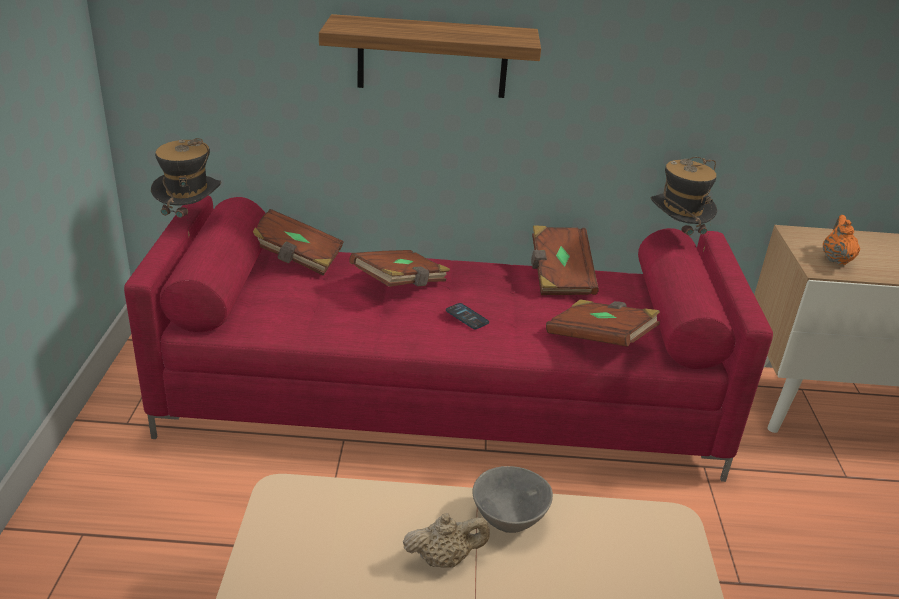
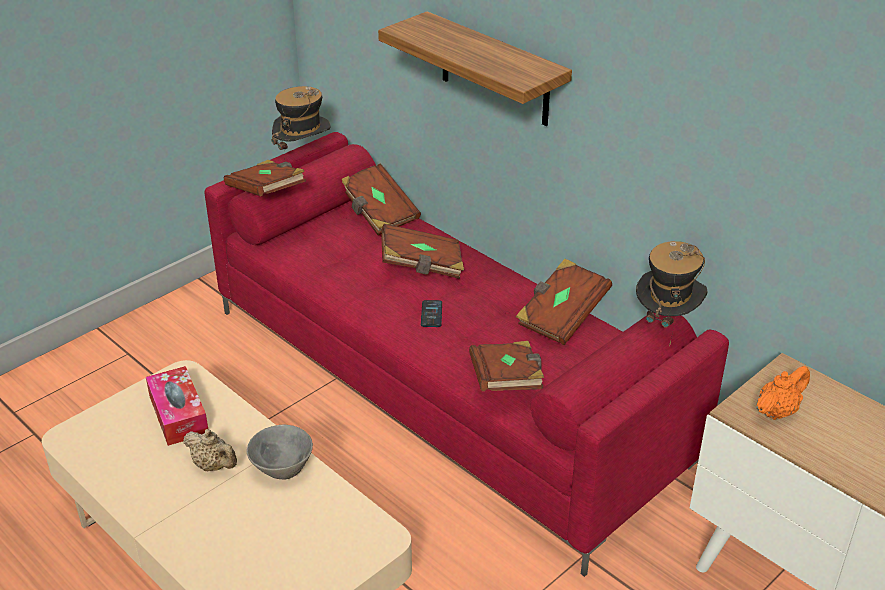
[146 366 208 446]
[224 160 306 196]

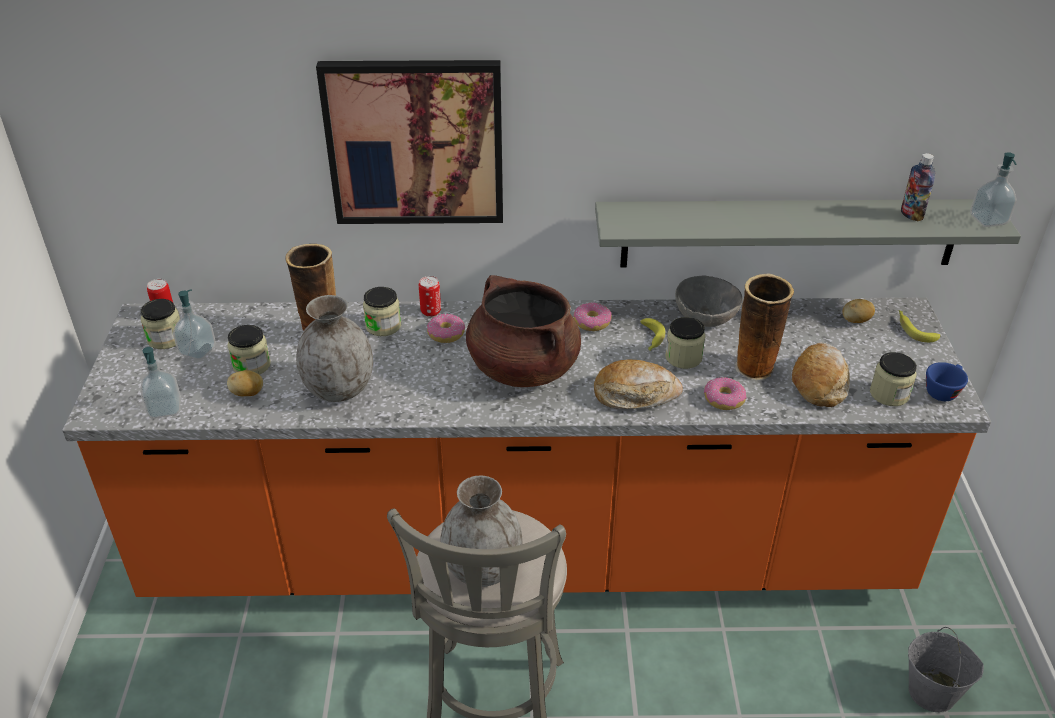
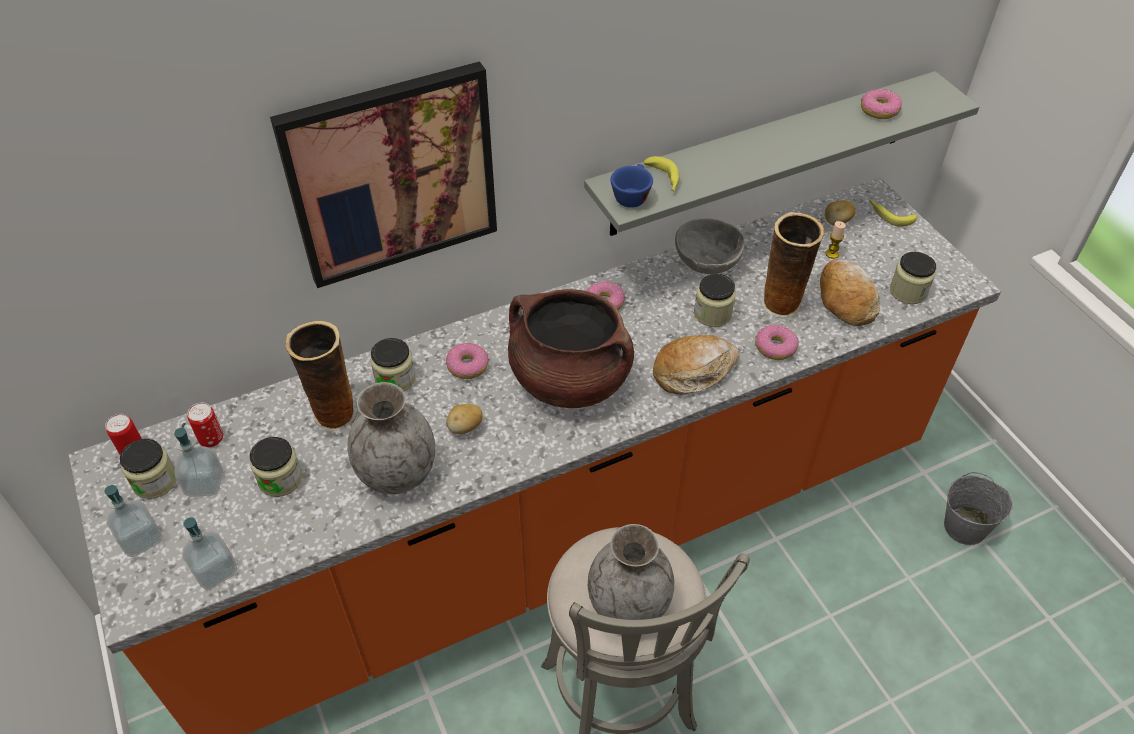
[446 404 483 434]
[187 403 223 447]
[644 156 680 192]
[861 89 902 119]
[611 164 653 208]
[104 485 162 557]
[826 221 846 259]

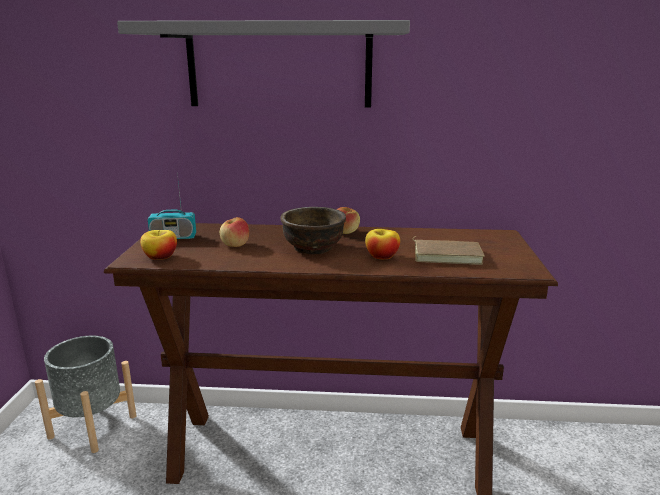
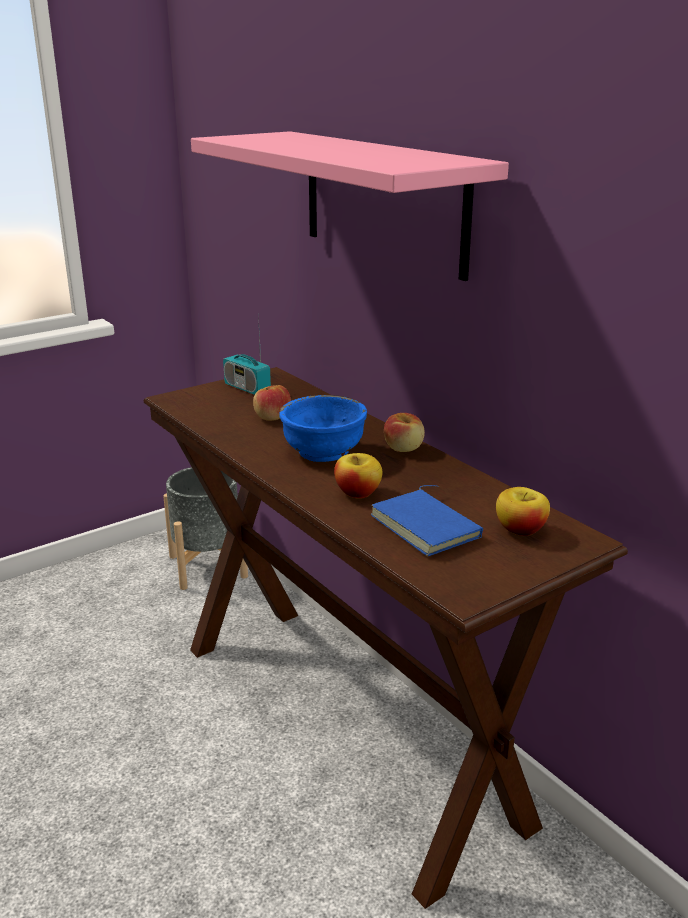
[191 131 509 281]
[496 487 550 536]
[279 395 367 462]
[371 485 483 556]

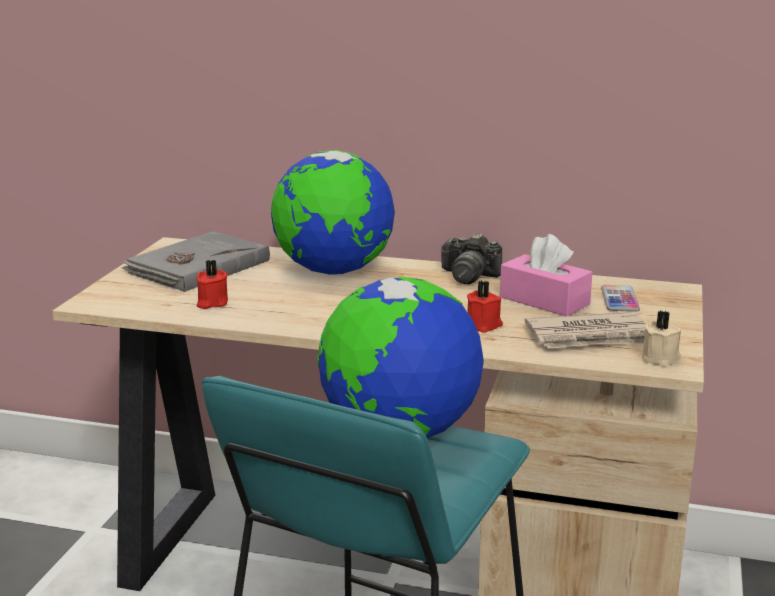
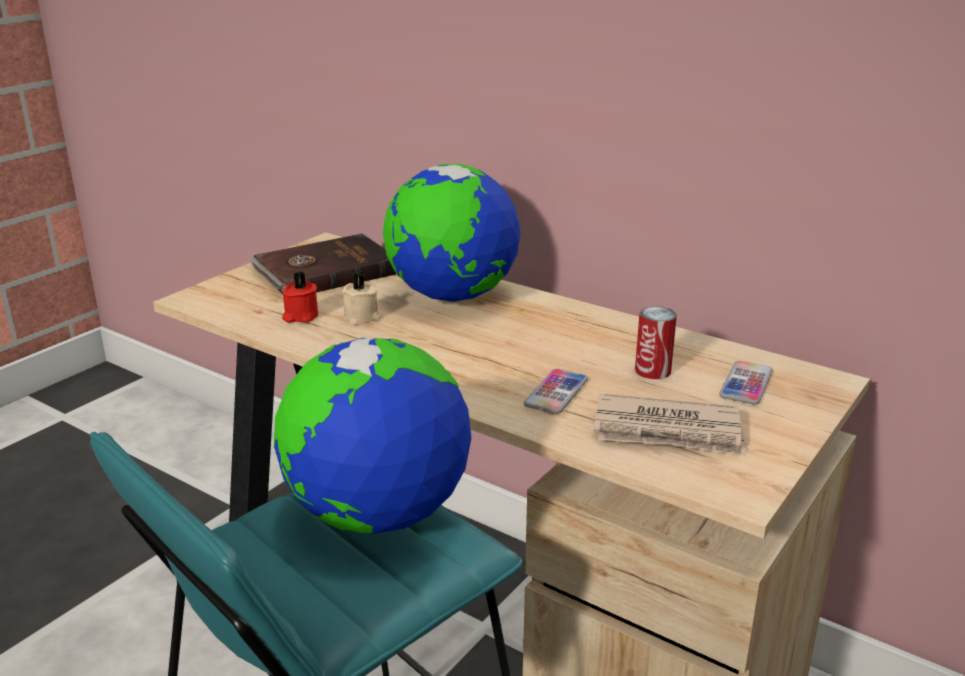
[250 234 396 294]
[440 233 502 284] (first image)
[524 369 588 414]
[635 306 677 379]
[342 273 382 325]

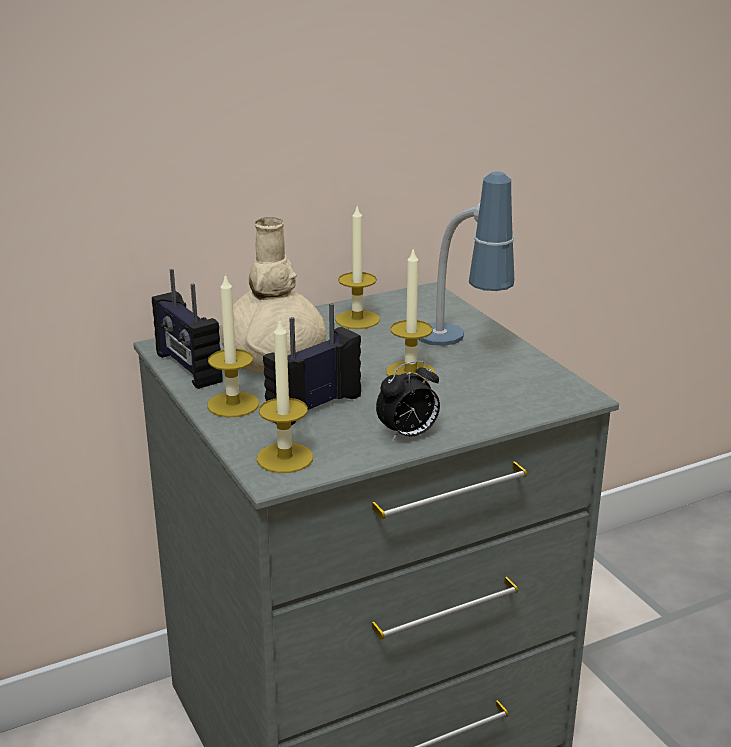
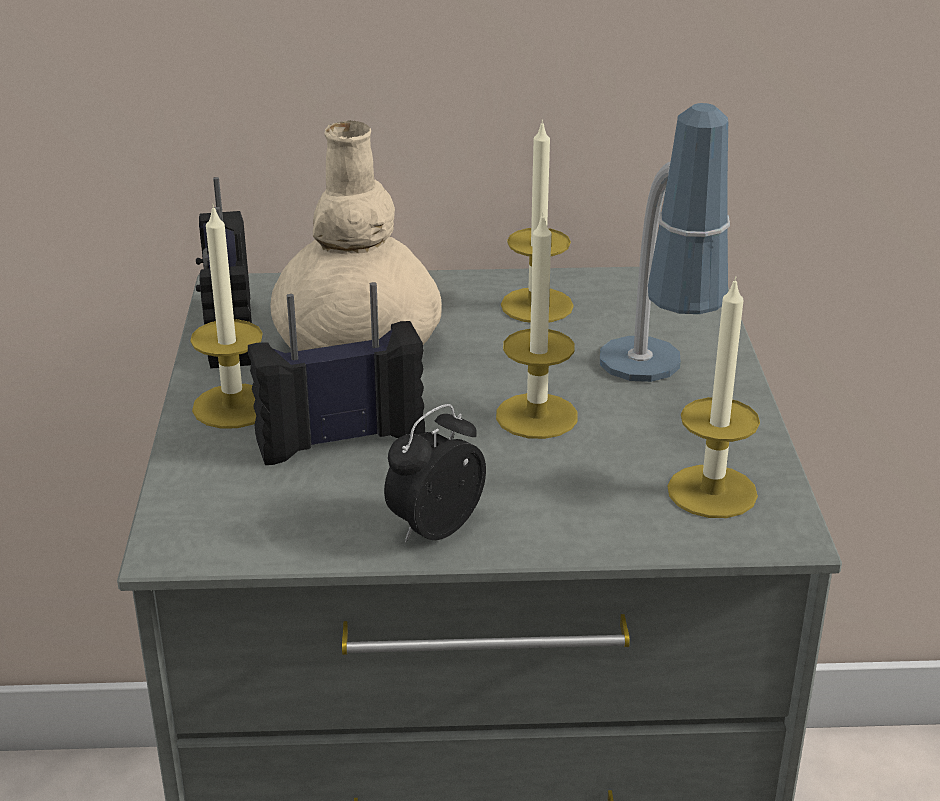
[668 276 760 518]
[384 404 486 542]

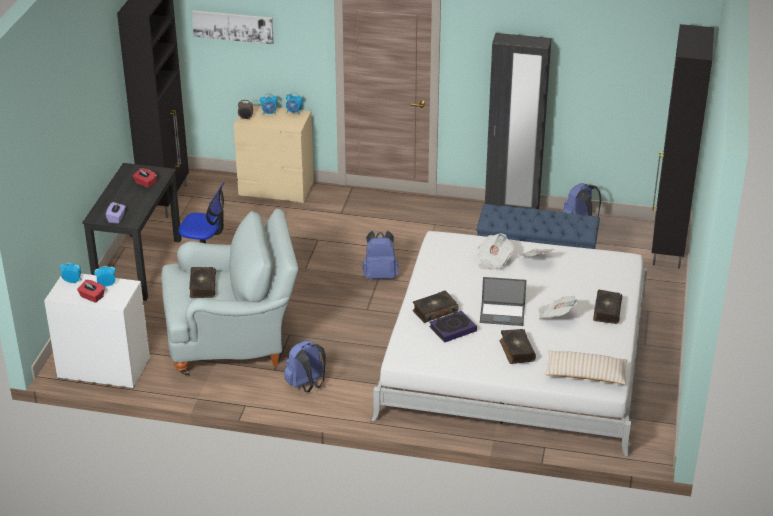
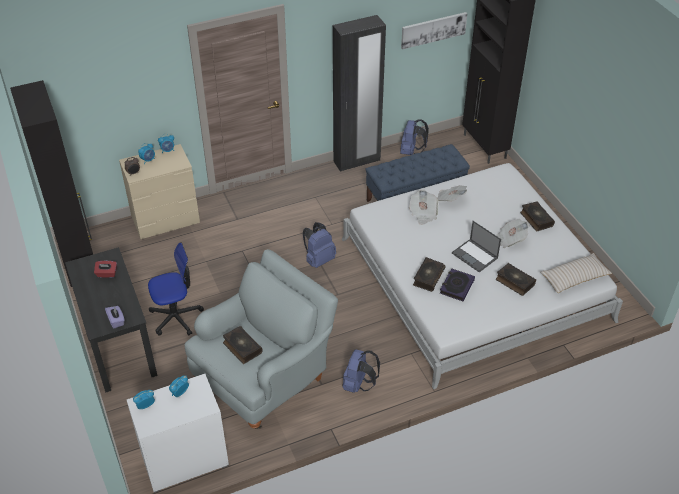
[77 280 105 303] (first image)
[401 12 467 49]
[452 221 501 272]

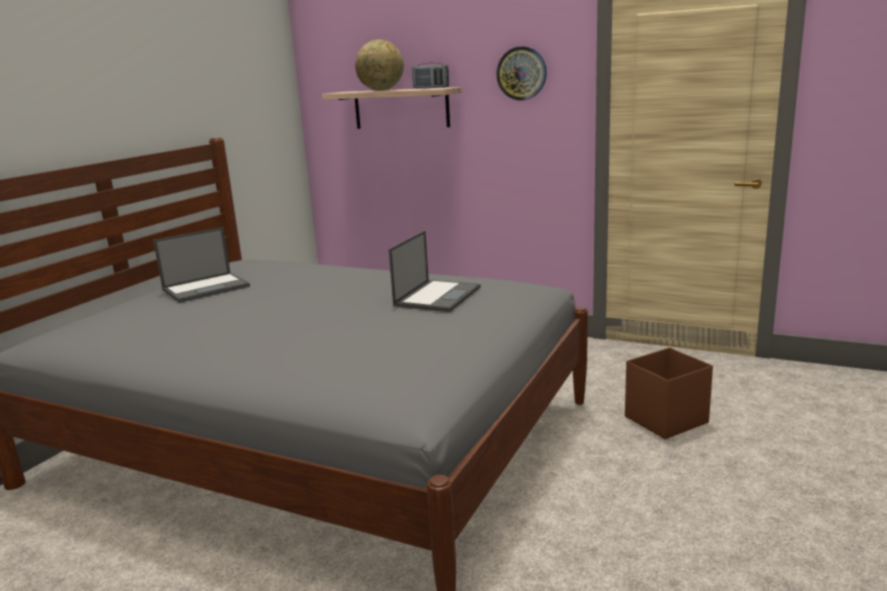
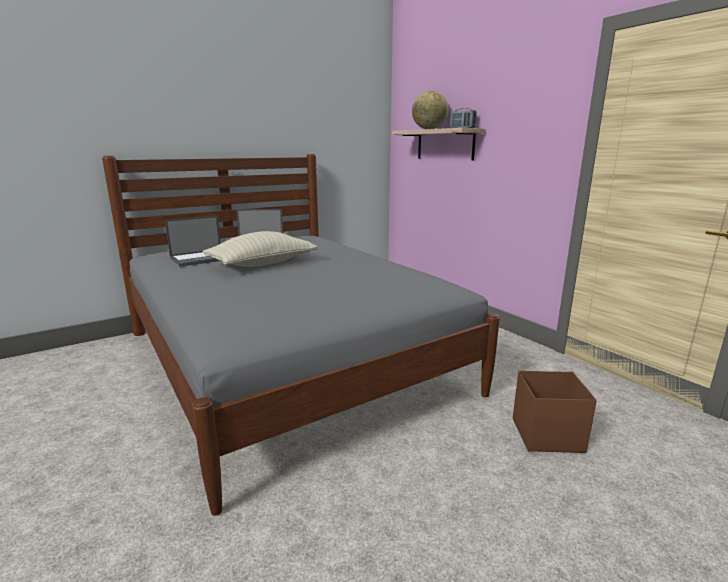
[165 216 221 267]
[496 46 547 100] (first image)
[203 231 318 267]

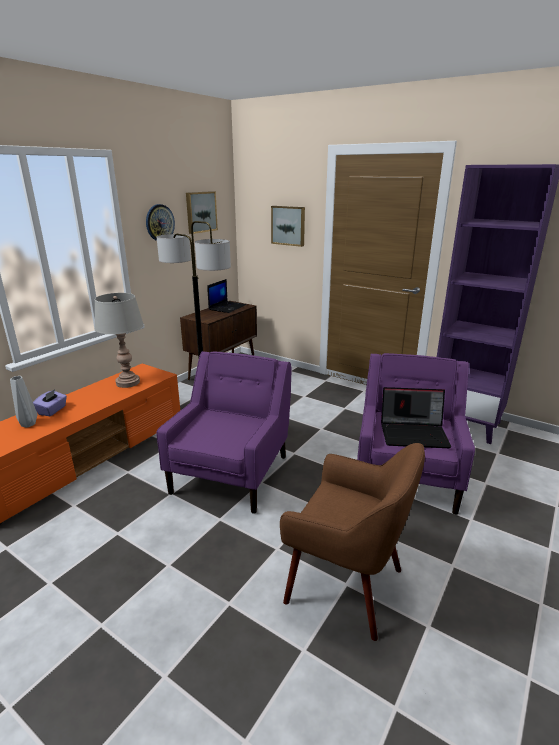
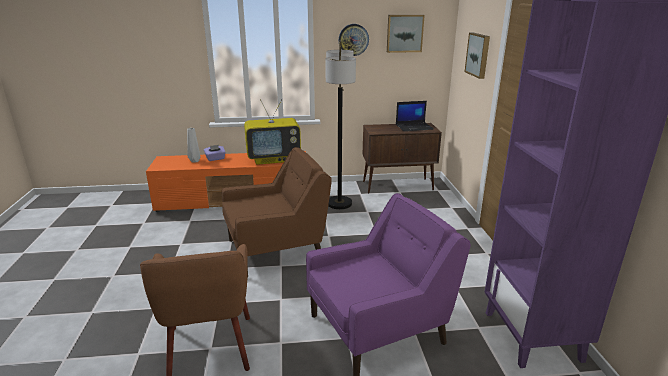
[244 99 301 165]
[222 147 332 278]
[381 387 451 448] (first image)

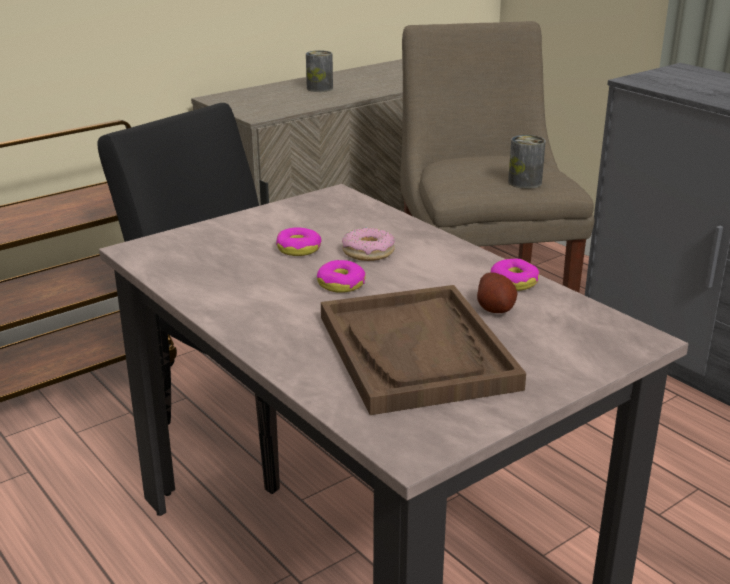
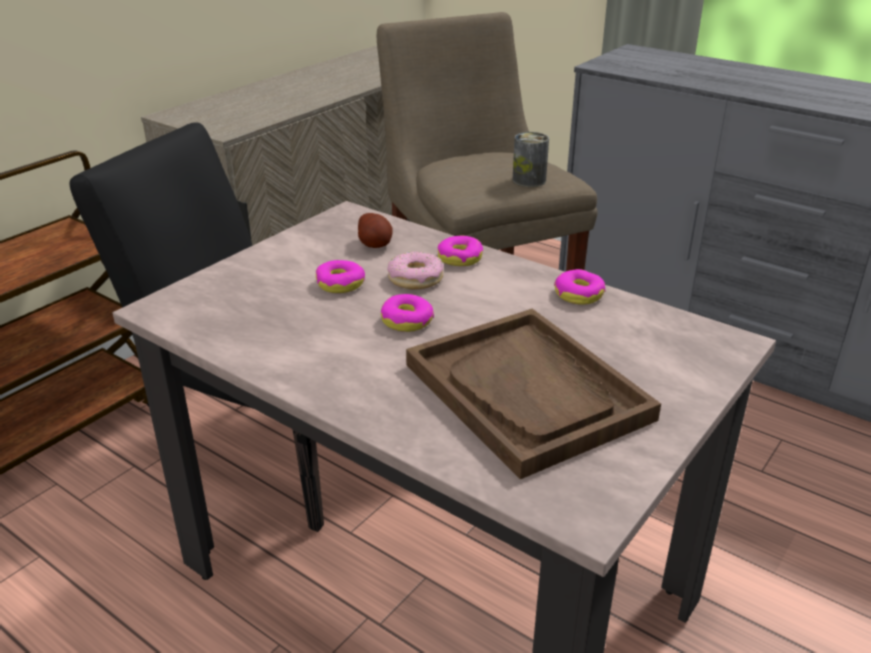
[306 50 333 92] (first image)
[358 213 393 248]
[438 236 483 266]

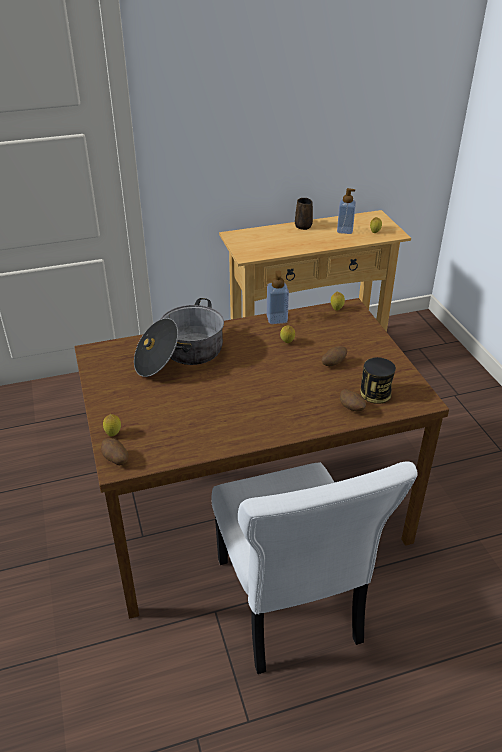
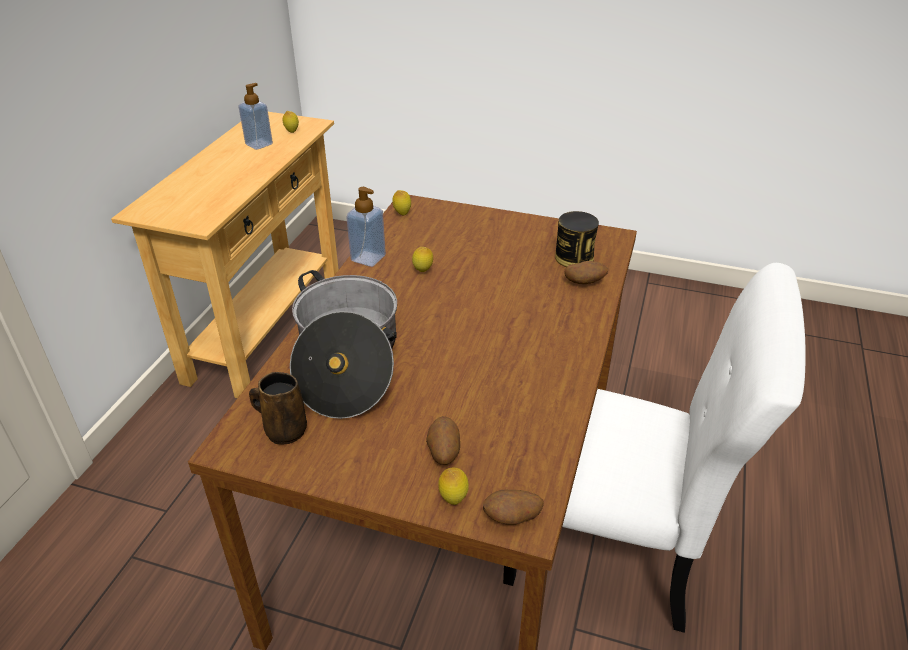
[249 372 307 445]
[426 416 460 465]

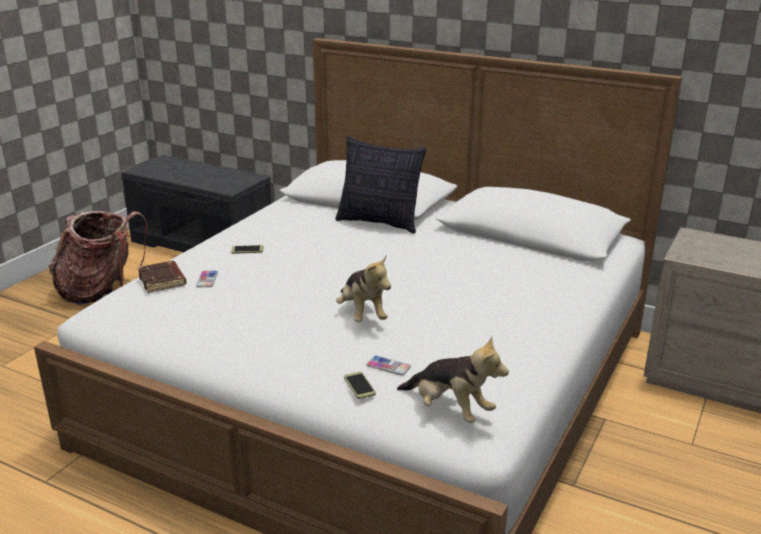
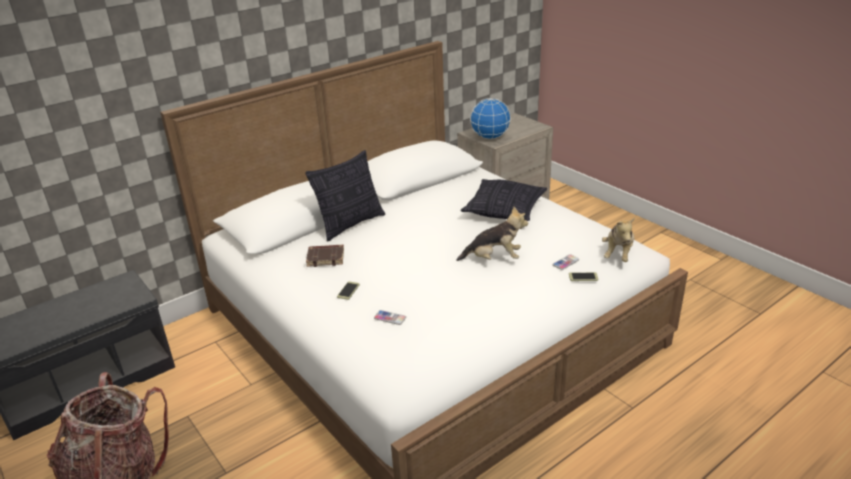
[306 245 344 267]
[602 217 635 262]
[461 179 547 221]
[470 98 511 139]

